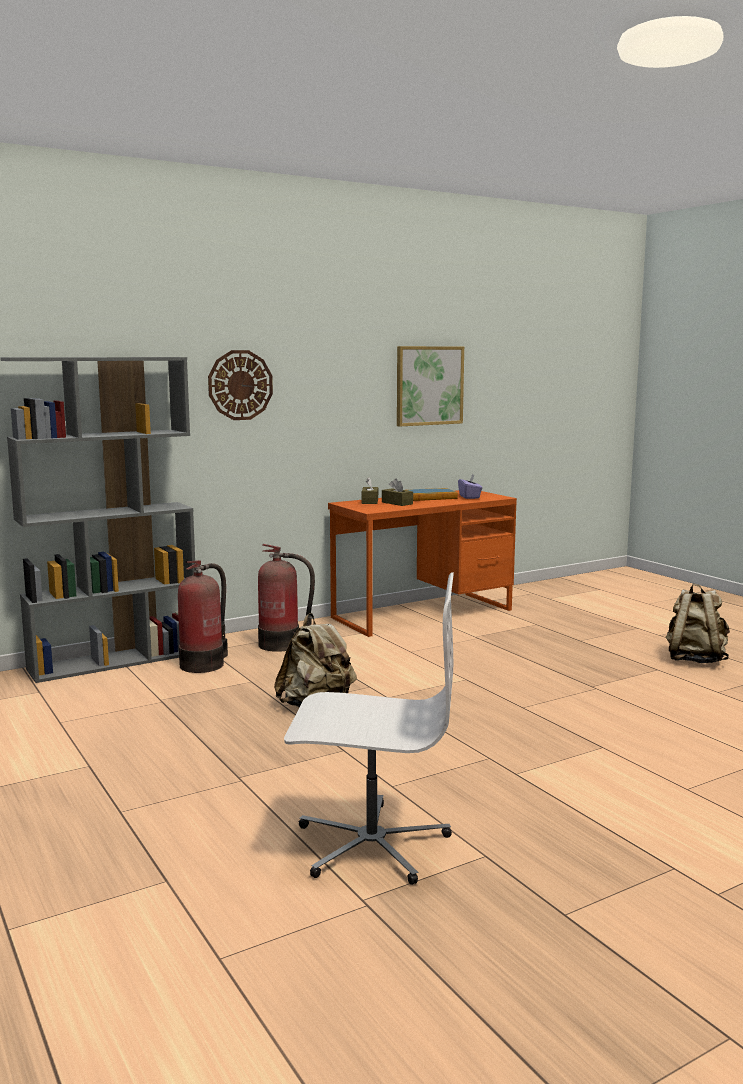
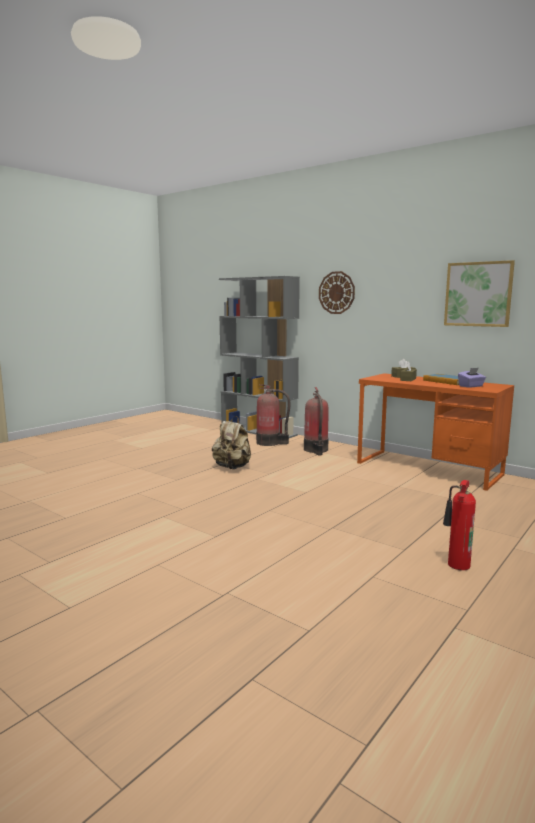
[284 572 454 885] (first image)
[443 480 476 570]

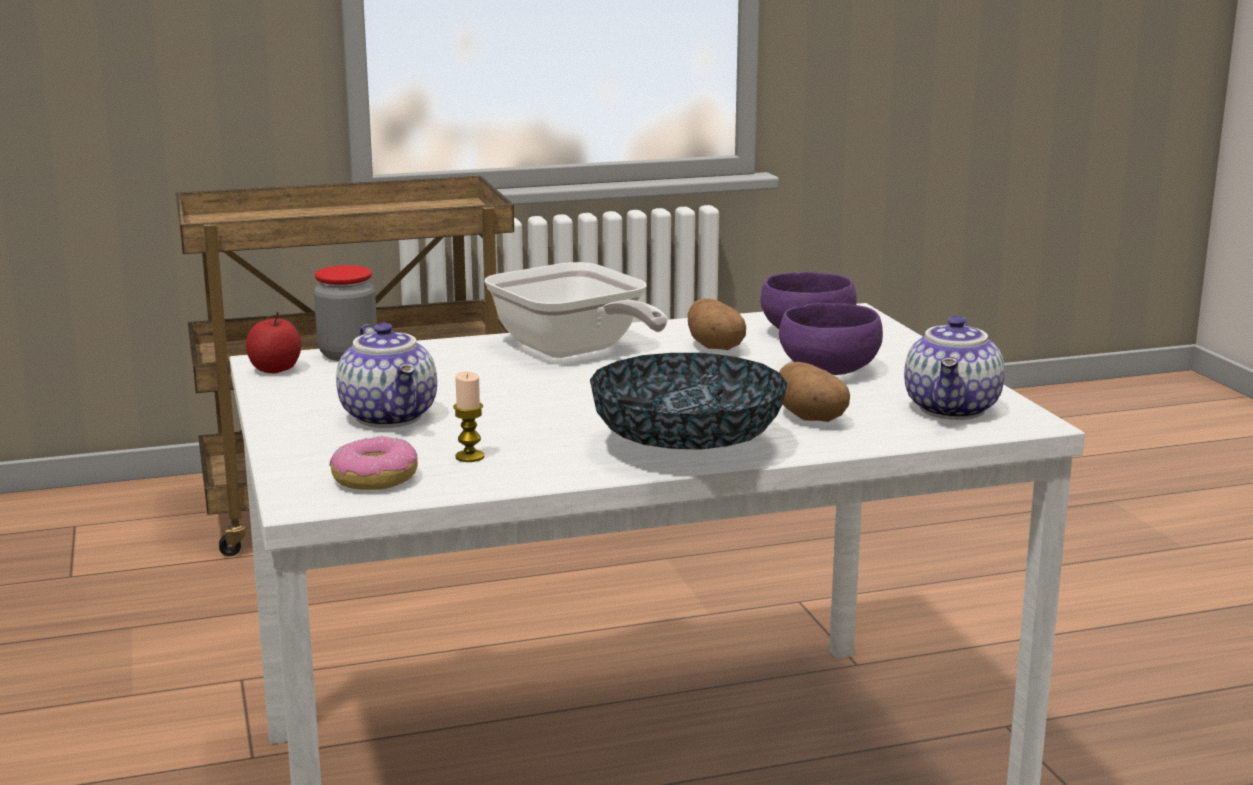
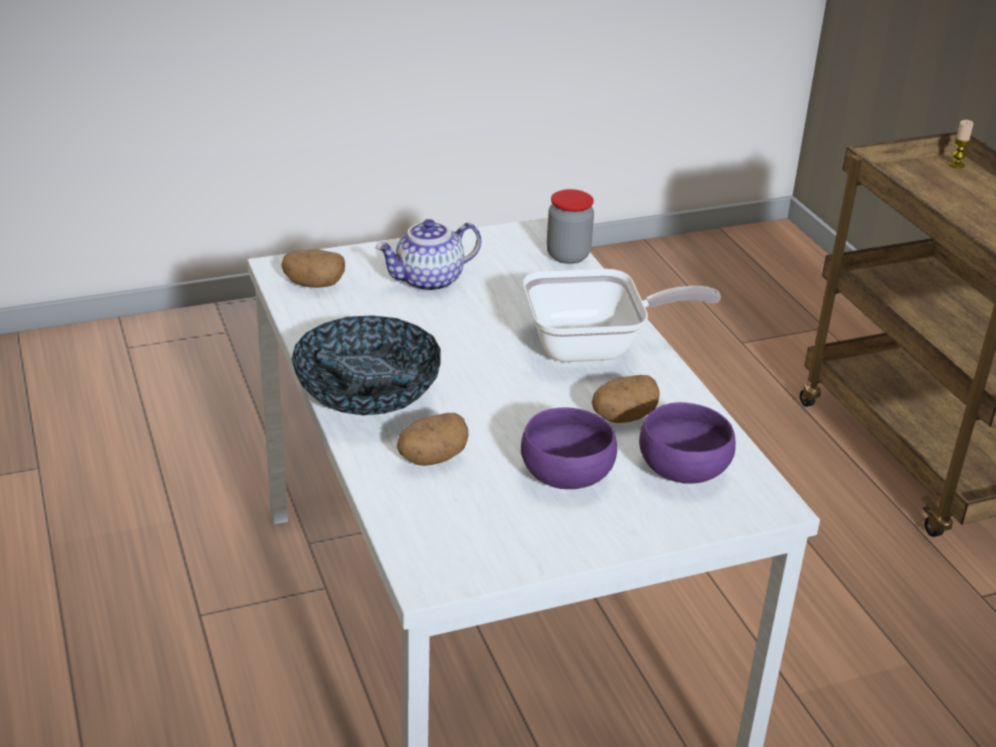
[246 312 301 373] (first image)
[281 249 345 288]
[949 120 974 169]
[523 269 721 362]
[904 316 1005 420] (first image)

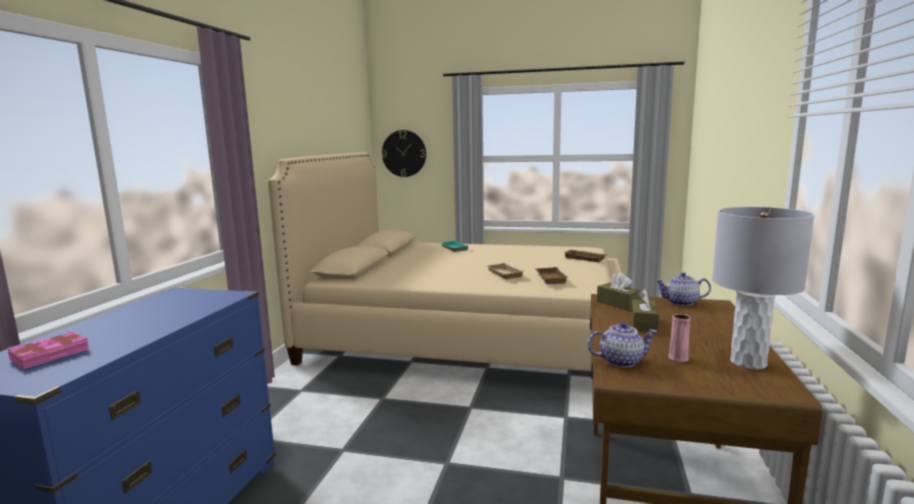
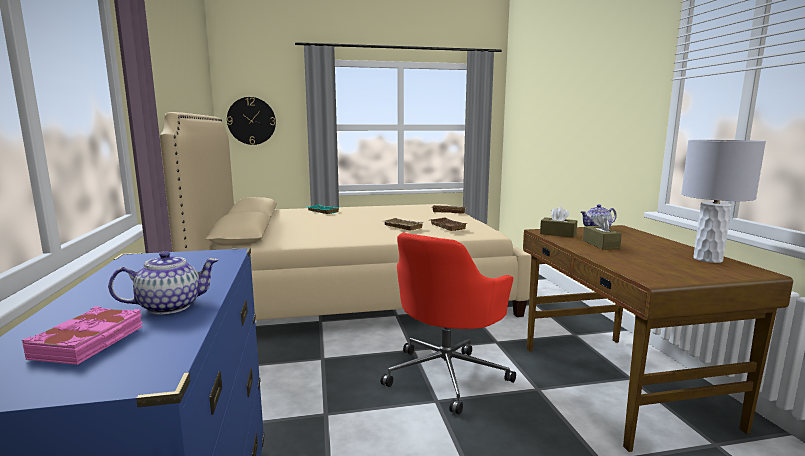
[108 251 218 314]
[668 314 690 362] (first image)
[380 233 516 415]

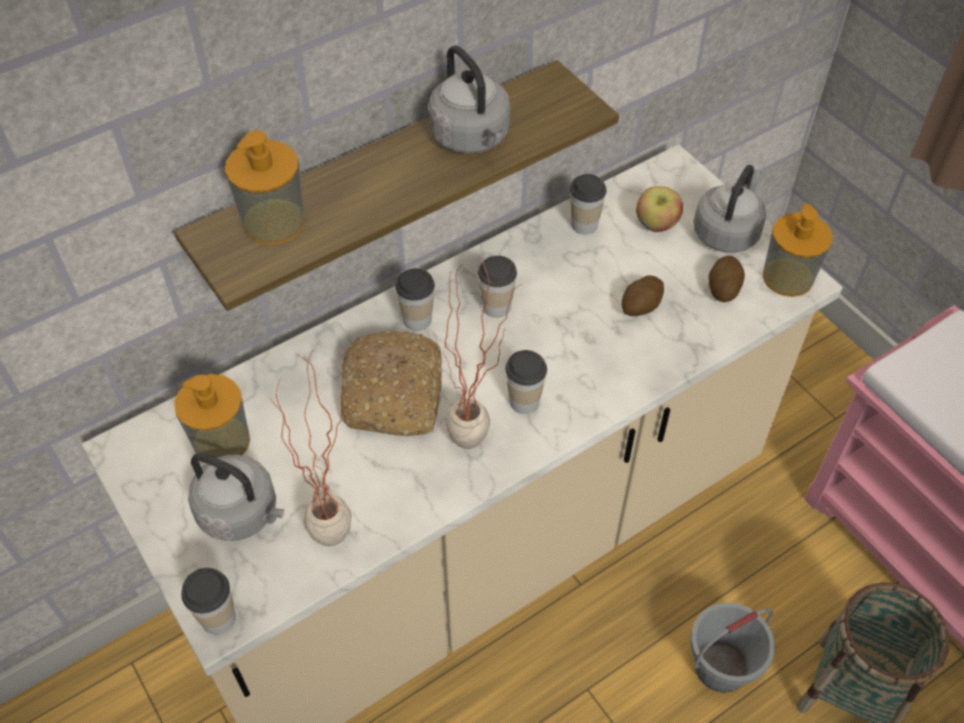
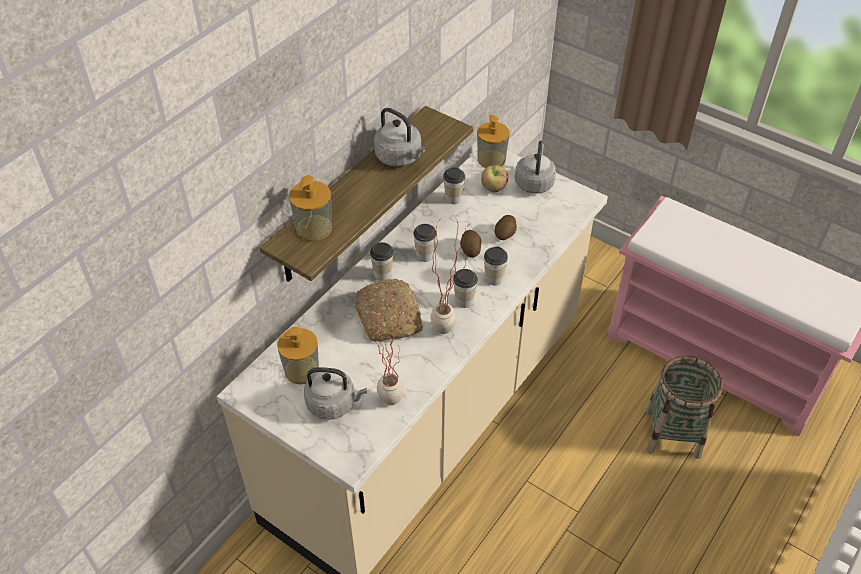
[484 247 508 285]
[690 602 775 693] (first image)
[460 230 481 258]
[477 115 510 168]

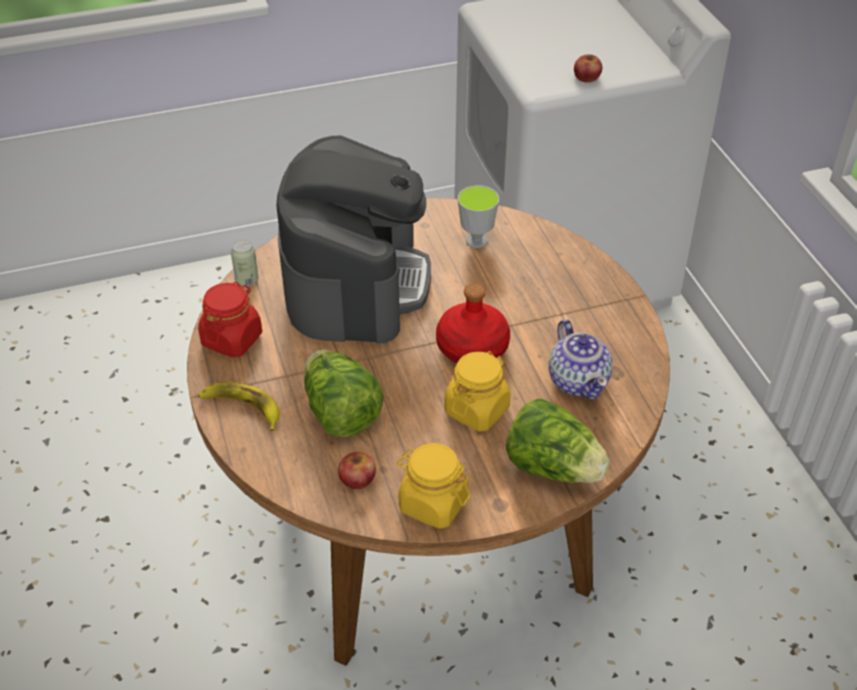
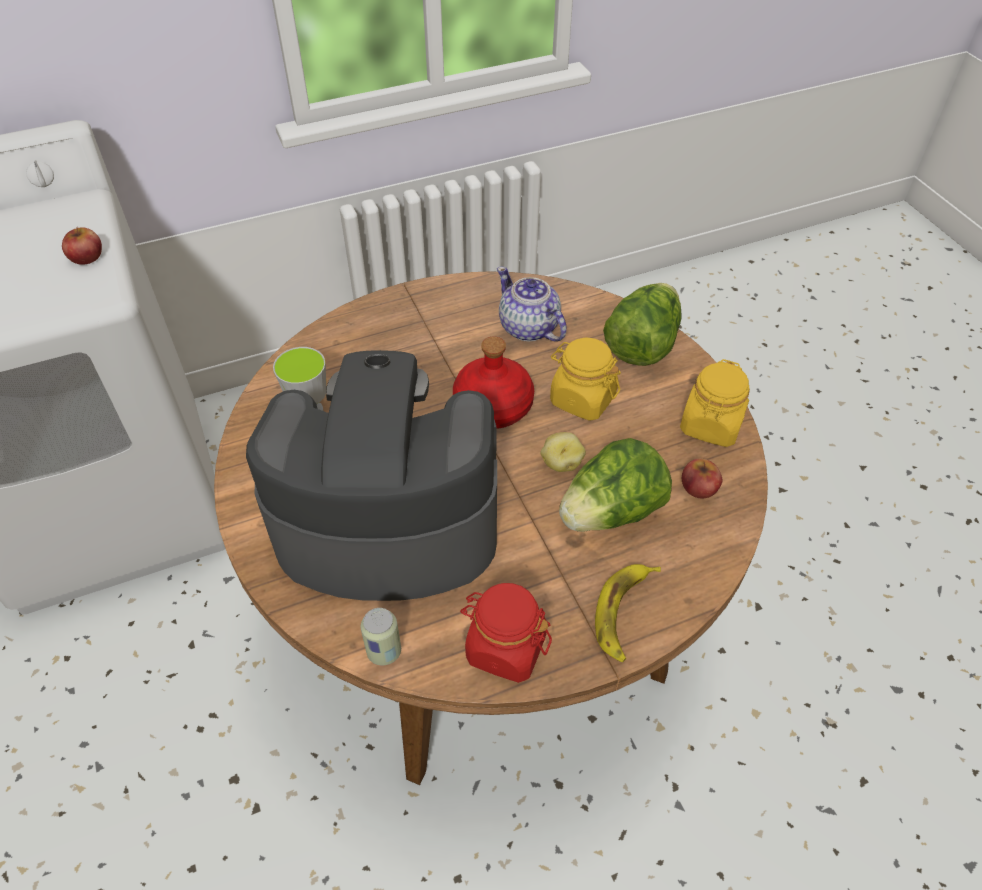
[497 267 567 342]
[541 432 586 472]

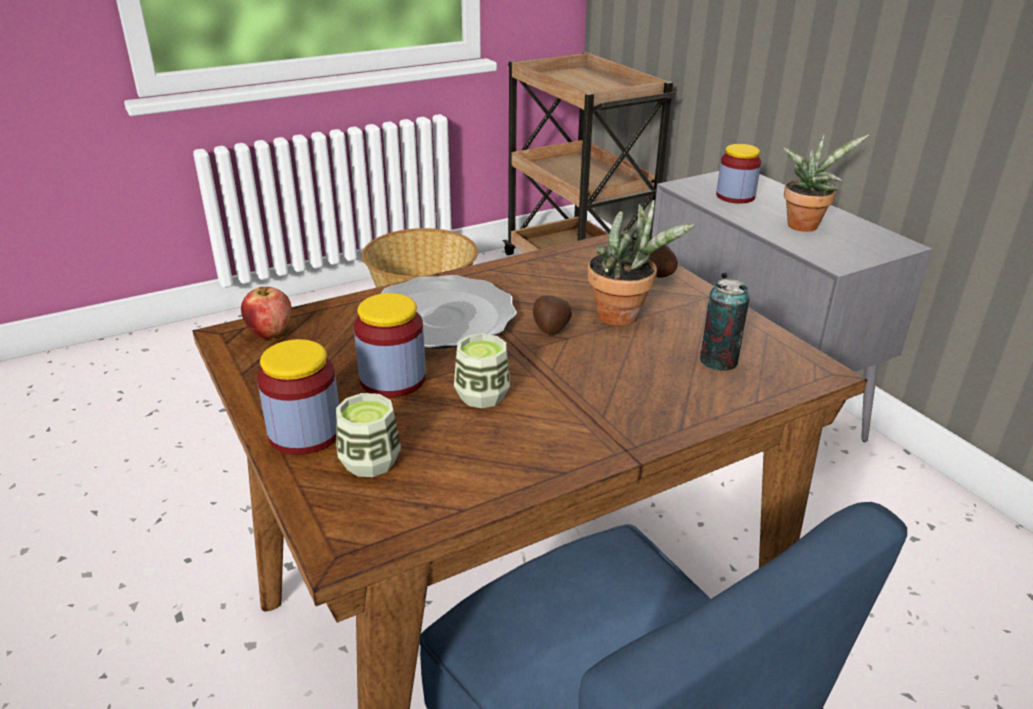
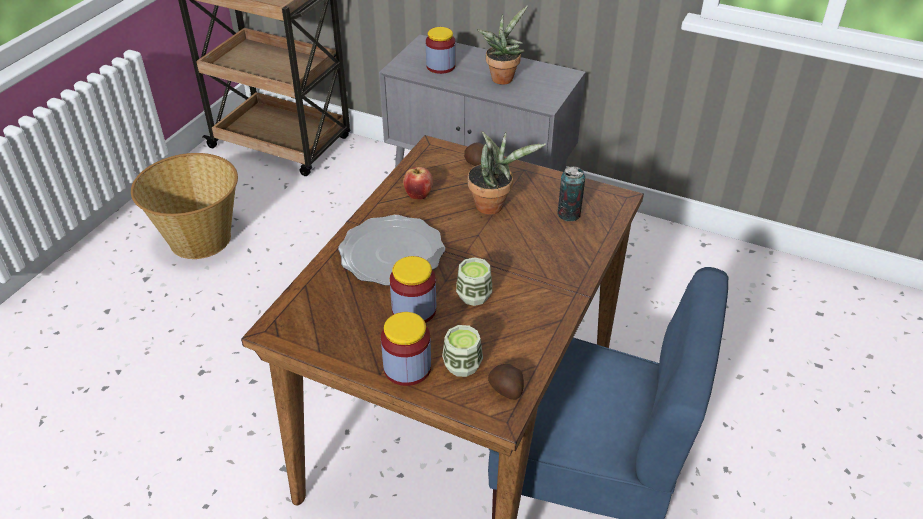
[403 167 433 200]
[488 364 524 400]

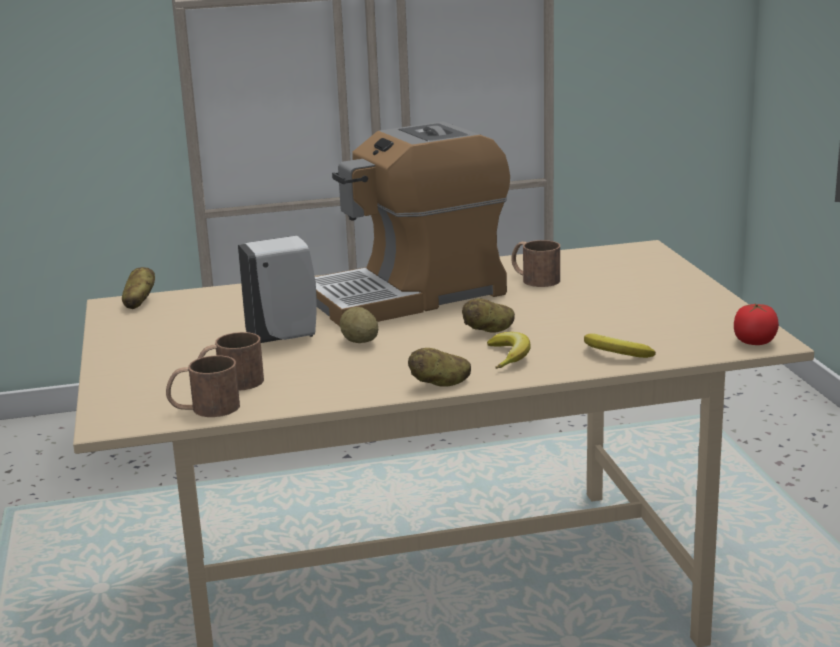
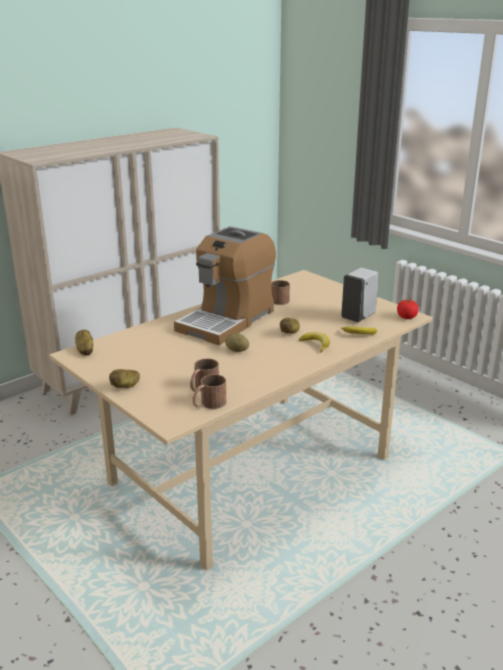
[341 267 378 322]
[109 369 140 388]

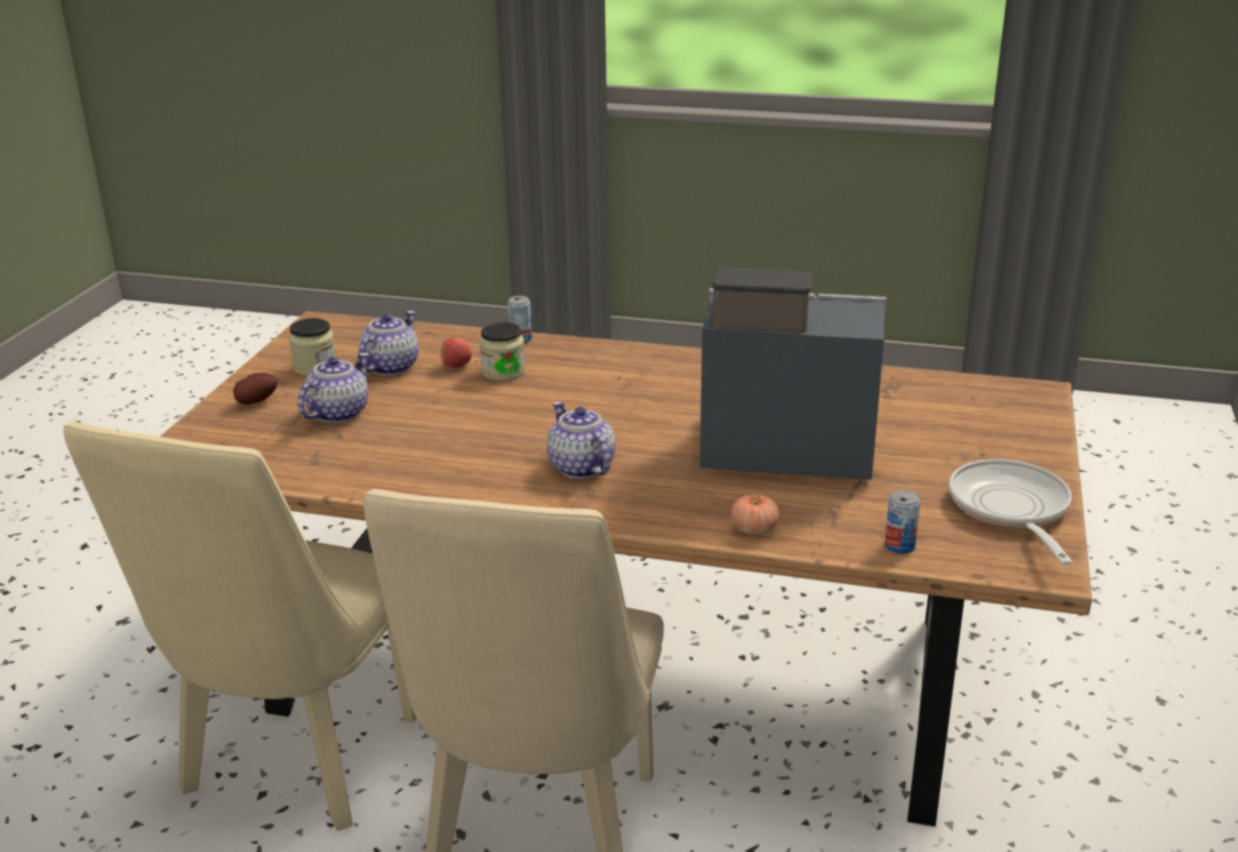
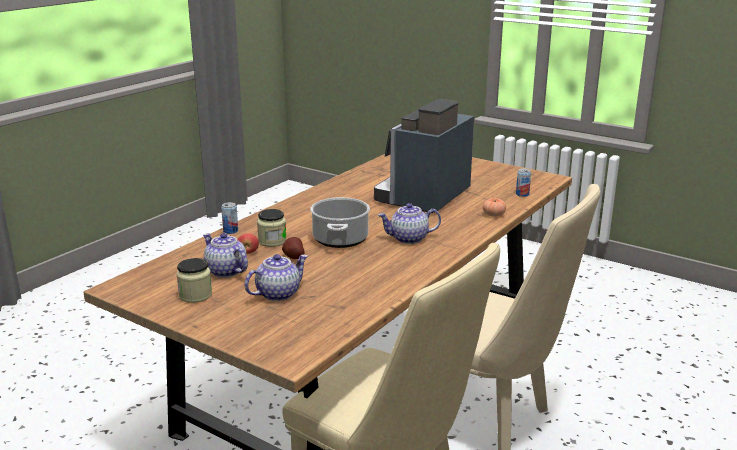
[282 237 305 259]
[244 254 308 301]
[949 459 1073 565] (first image)
[310 197 370 248]

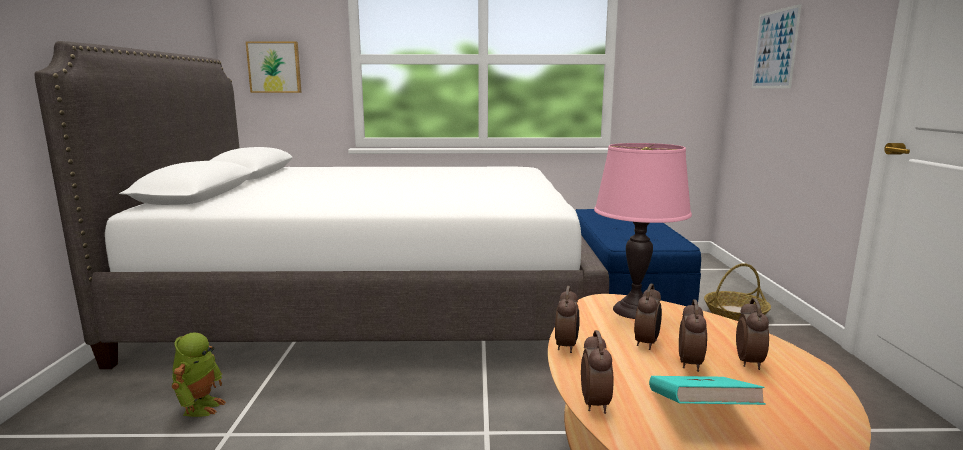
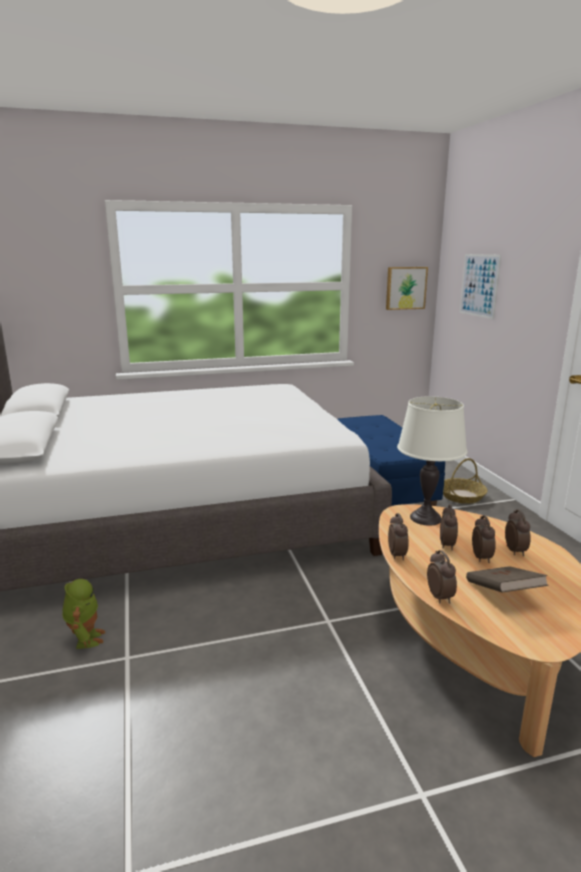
[386 267 428 310]
[397 396 468 526]
[466 566 548 593]

